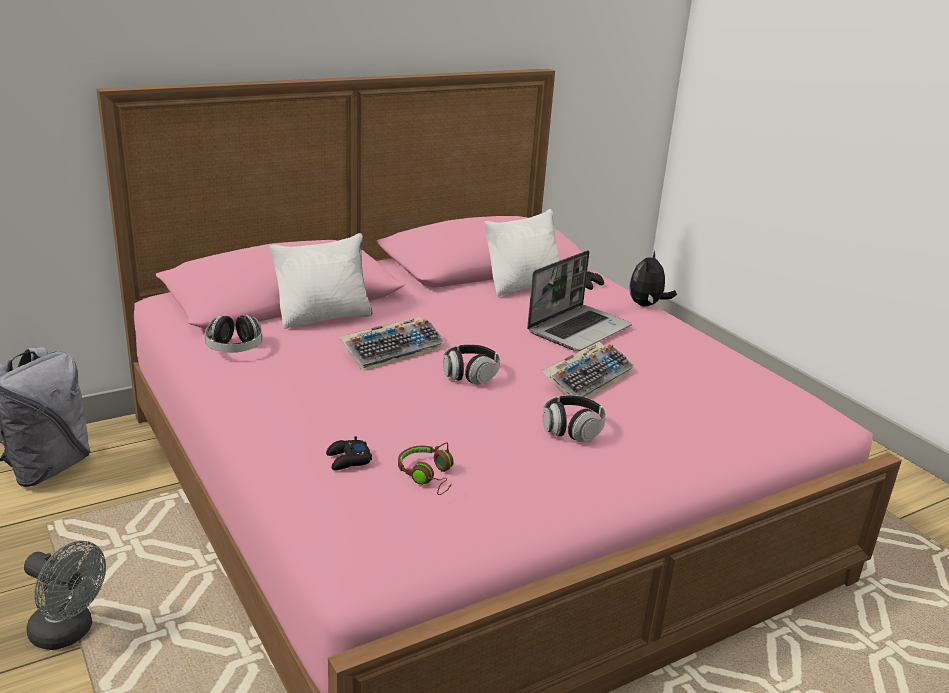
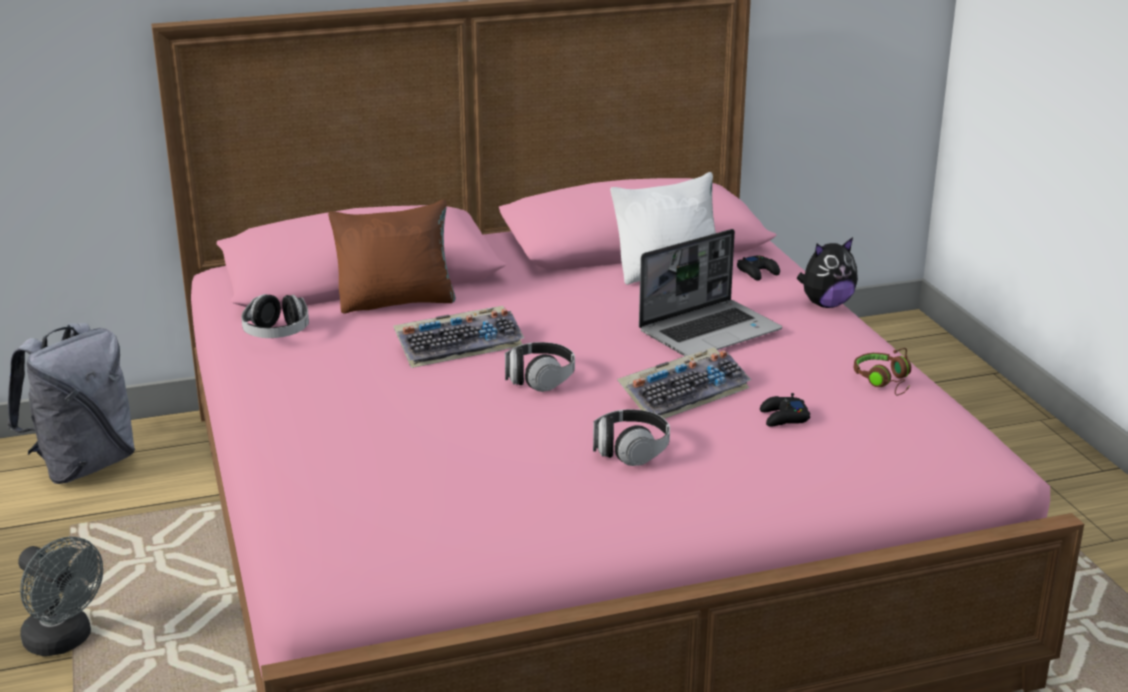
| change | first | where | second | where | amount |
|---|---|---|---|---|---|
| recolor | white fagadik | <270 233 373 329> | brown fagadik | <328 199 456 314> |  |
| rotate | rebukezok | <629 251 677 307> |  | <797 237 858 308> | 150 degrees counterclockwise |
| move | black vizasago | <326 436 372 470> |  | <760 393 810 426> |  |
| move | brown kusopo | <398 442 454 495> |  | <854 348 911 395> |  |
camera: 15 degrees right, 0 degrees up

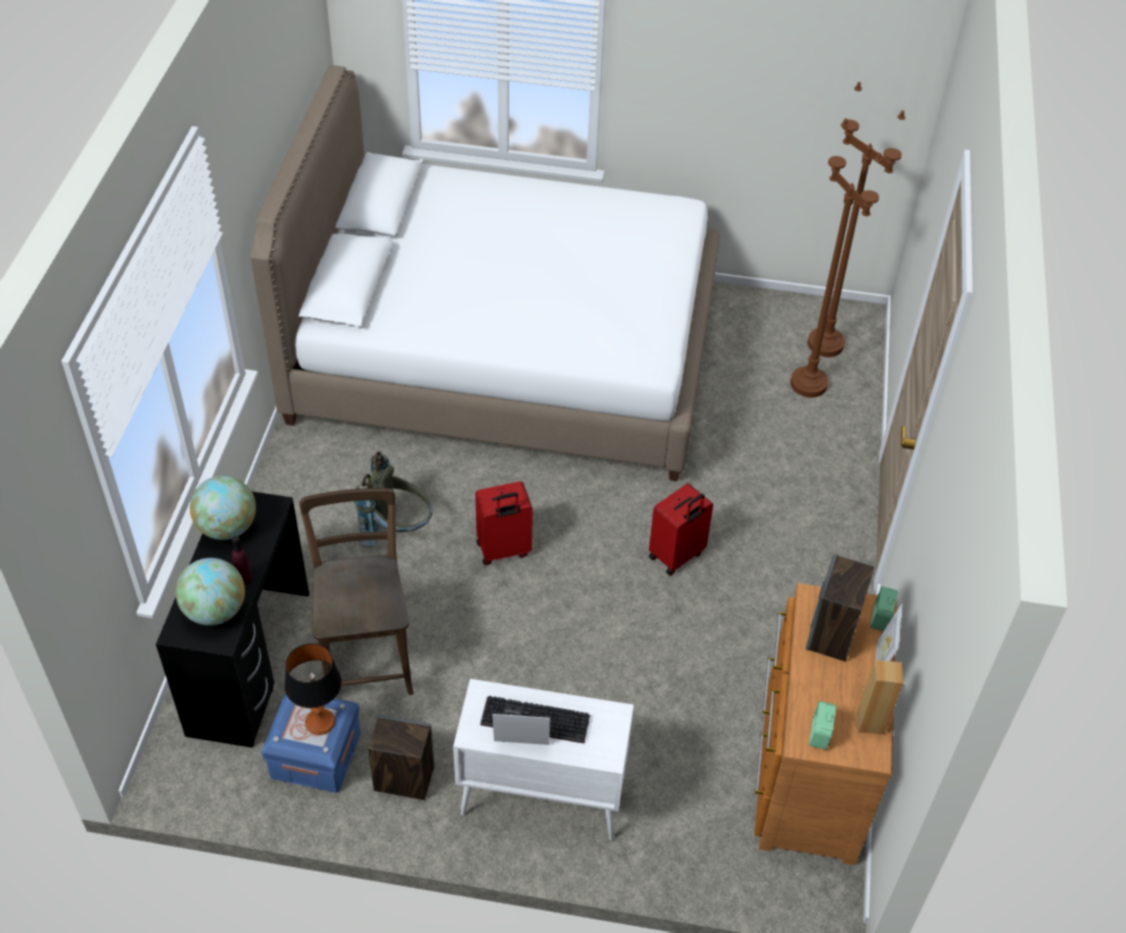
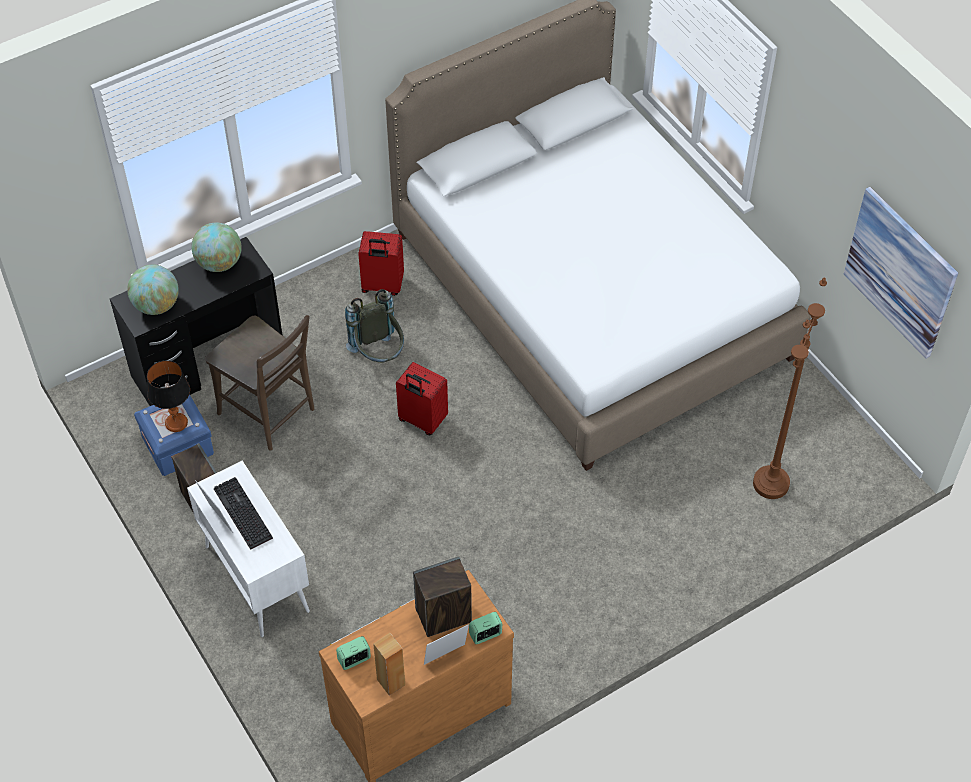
| change | first | where | second | where | amount |
|---|---|---|---|---|---|
| delete | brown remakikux | <808 82 905 357> |  |  |  |
| move | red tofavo | <649 483 713 576> |  | <358 231 404 296> |  |
| rotate | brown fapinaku | <299 488 414 695> |  | <205 315 314 450> | 90 degrees clockwise |
| delete | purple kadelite | <232 536 252 585> |  |  |  |
| insert |  |  | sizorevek | <844 187 958 359> |  |
camera: 50 degrees right, 5 degrees up

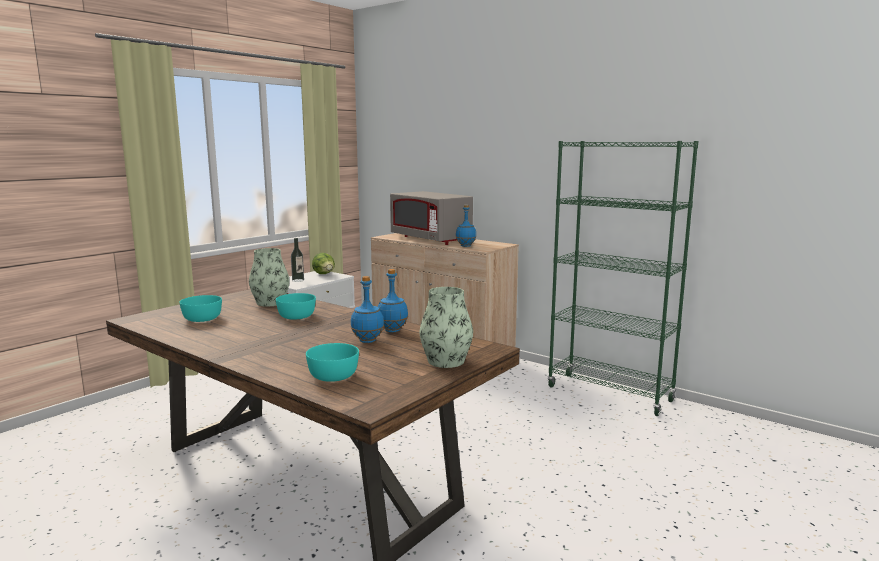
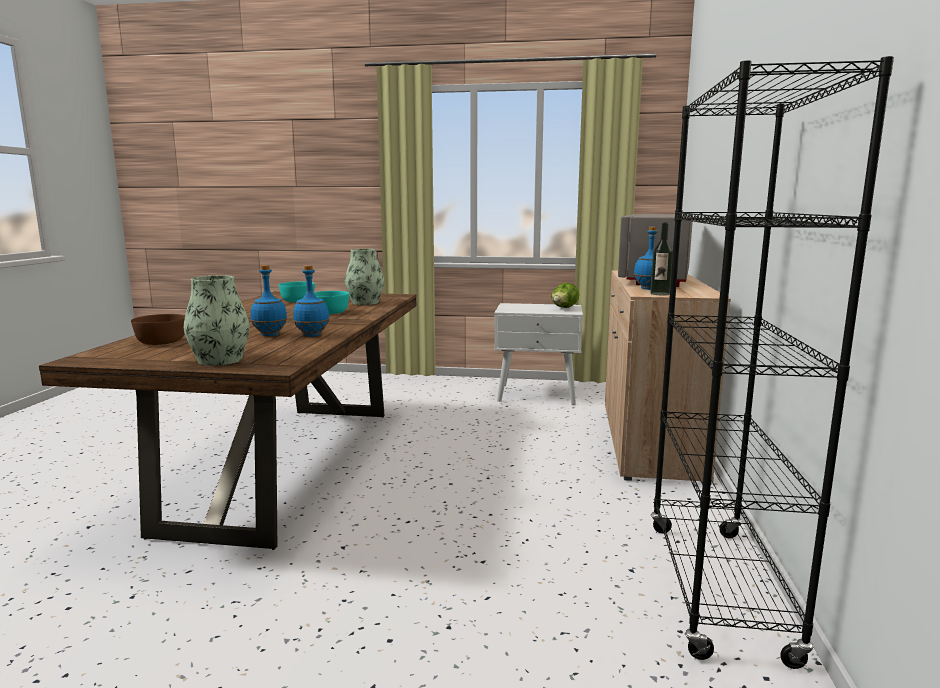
| change | first | where | second | where | amount |
|---|---|---|---|---|---|
| recolor | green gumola | <548 141 698 416> | black gumola | <651 56 894 669> |  |
| move | kadelite | <291 238 304 282> |  | <650 222 673 295> |  |
| recolor | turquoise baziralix | <306 343 359 382> | brown baziralix | <131 314 185 345> |  |
camera: 60 degrees right, 0 degrees up

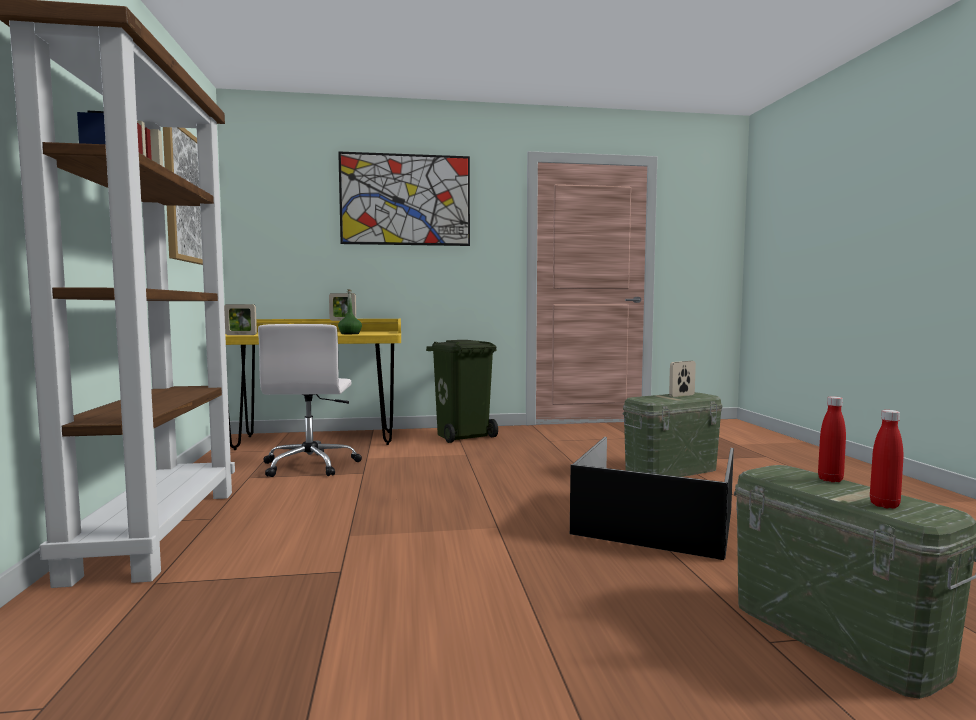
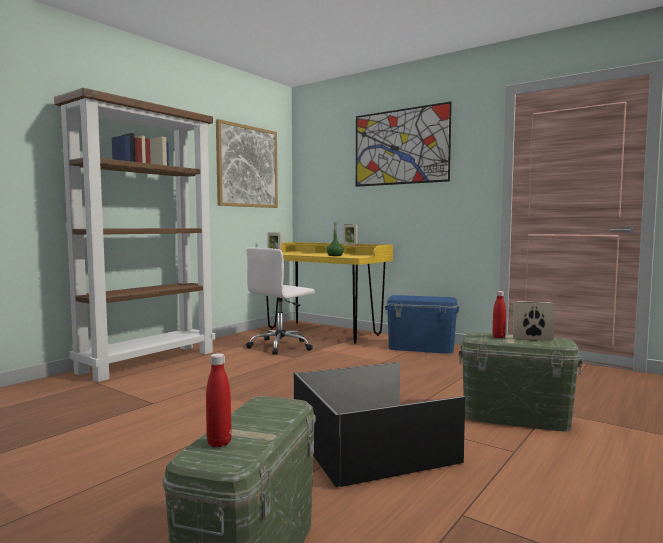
| change | first | where | second | where | amount |
|---|---|---|---|---|---|
| replace | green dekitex | <426 340 498 443> | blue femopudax | <385 295 459 354> |  |
| move | red kadelite | <818 396 846 482> |  | <492 291 506 338> |  |
camera: 45 degrees right, 0 degrees up

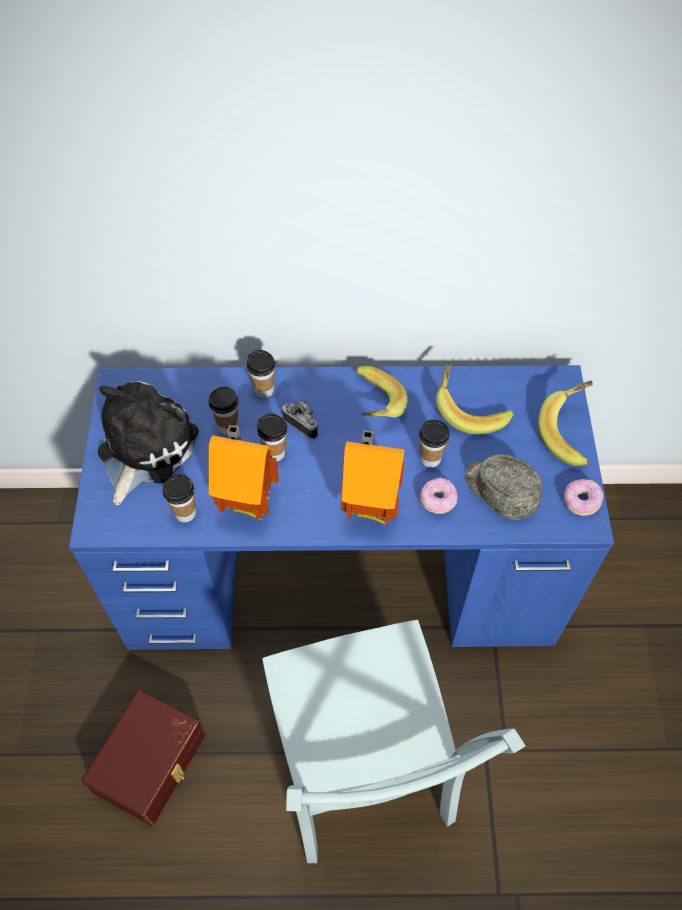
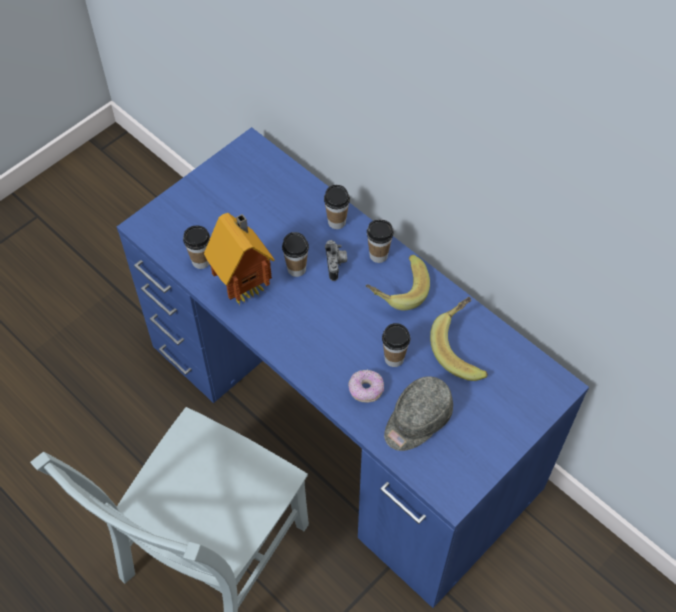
| change | first | where | second | where | amount |
|---|---|---|---|---|---|
| delete | rebukezok | <98 381 199 505> |  |  |  |
| delete | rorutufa | <538 381 593 466> |  |  |  |
| move | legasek | <209 386 238 434> |  | <367 219 393 263> |  |
| delete | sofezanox | <341 431 405 524> |  |  |  |
| rotate | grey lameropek | <465 454 542 520> |  | <384 376 453 451> | 135 degrees counterclockwise |
| delete | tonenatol | <564 479 603 516> |  |  |  |
| delete | brown femopudax | <81 690 205 826> |  |  |  |
camera: 45 degrees right, 0 degrees up

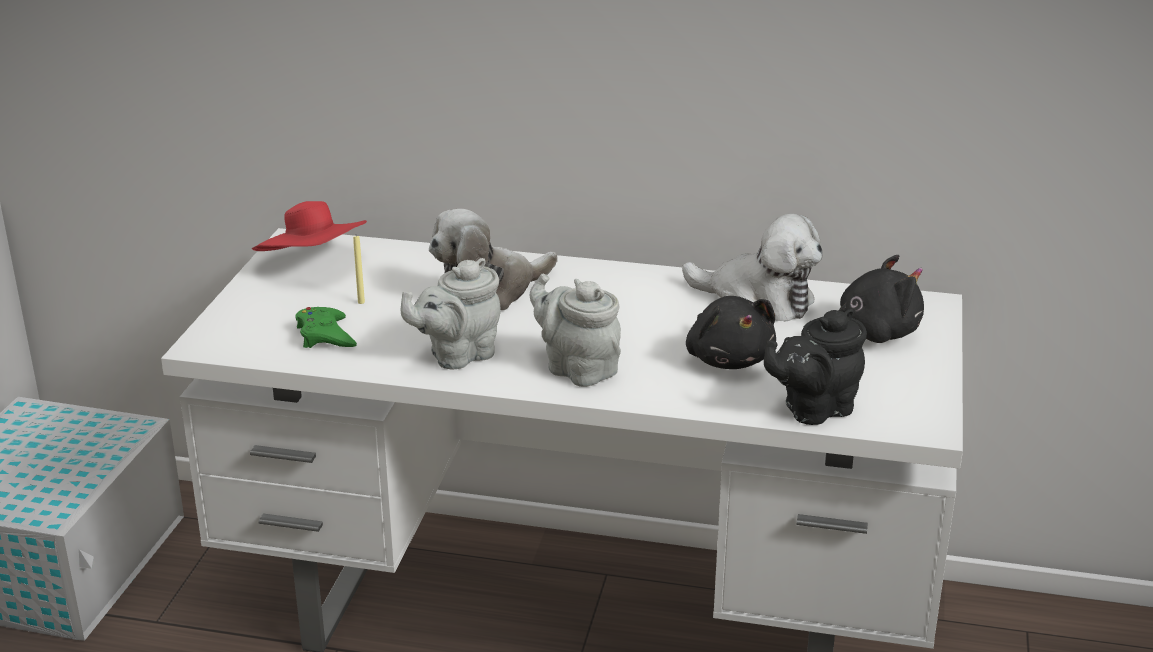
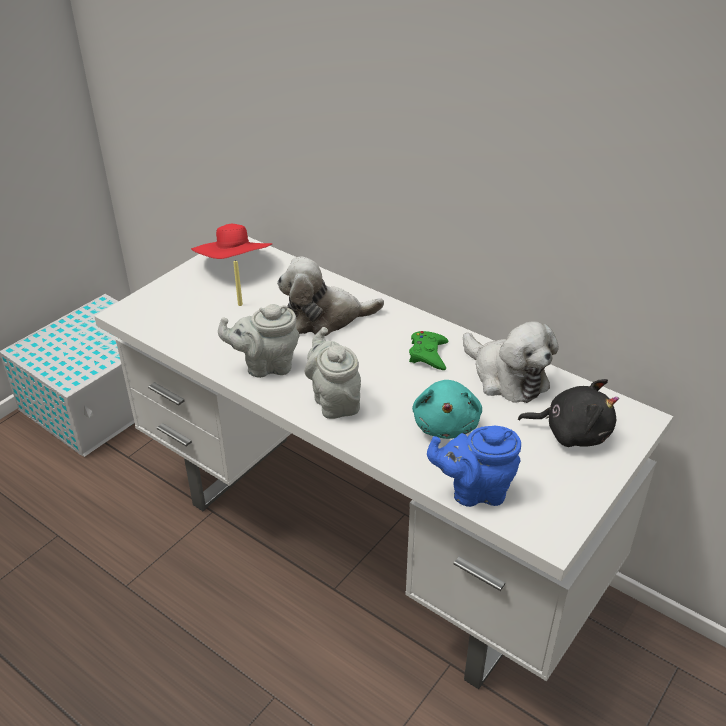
| change | first | where | second | where | amount |
|---|---|---|---|---|---|
| recolor | black rebukezok | <686 296 776 369> | turquoise rebukezok | <412 380 482 439> |  |
| move | green vizasago | <295 307 357 348> |  | <409 331 449 370> |  |
| recolor | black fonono | <764 309 867 425> | blue fonono | <427 425 521 507> |  |
camera: 25 degrees right, 10 degrees up

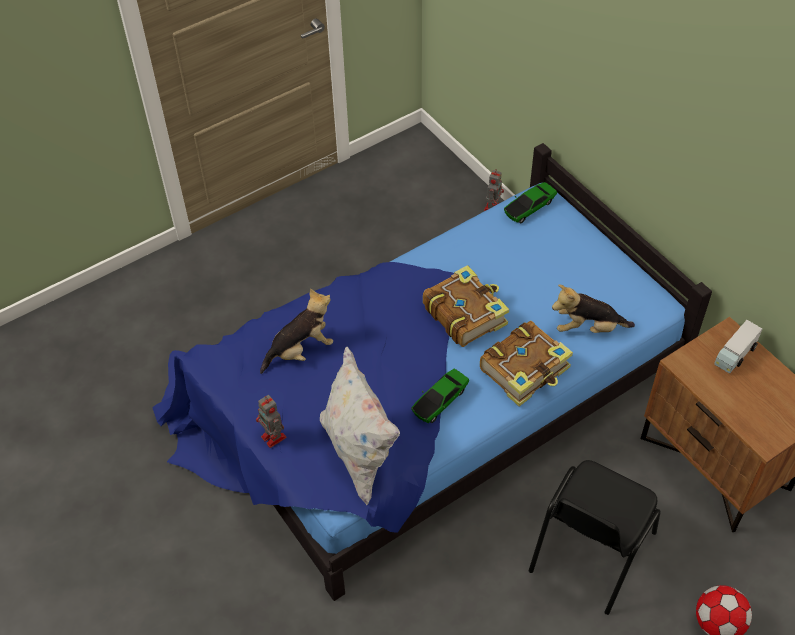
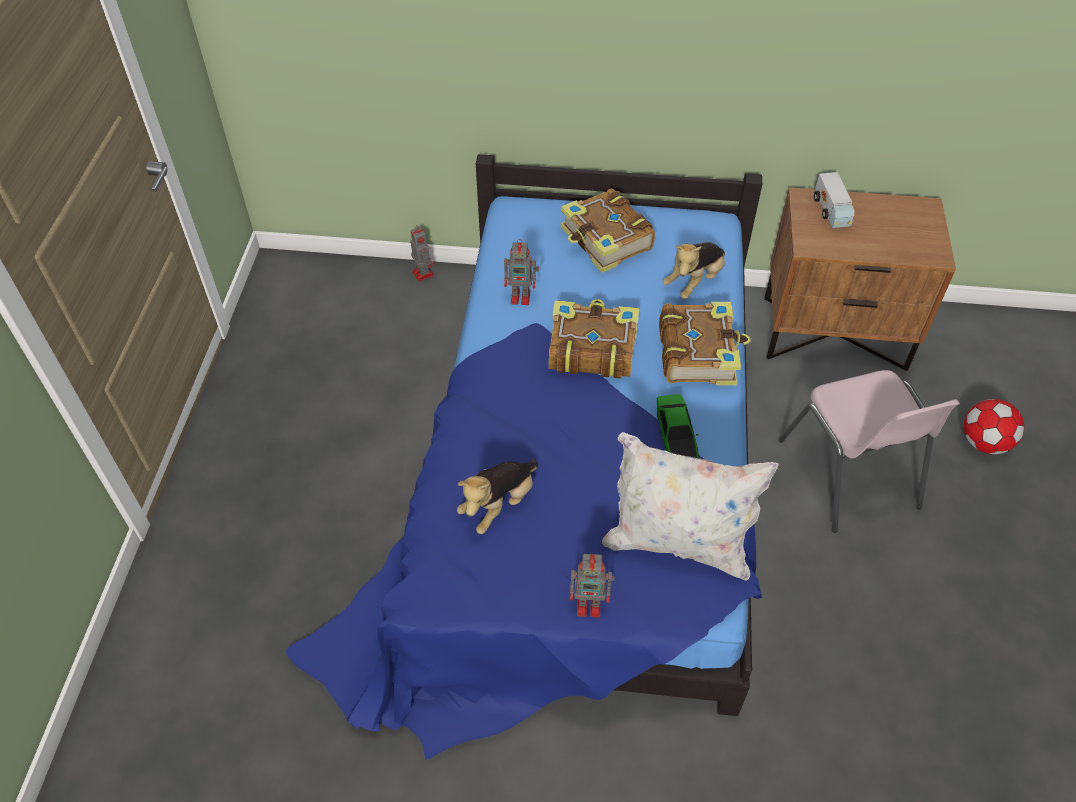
| change | first | where | second | where | amount |
|---|---|---|---|---|---|
| delete | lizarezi | <504 182 557 223> |  |  |  |
| rotate | rebukezok | <260 288 333 374> |  | <457 459 538 534> | 150 degrees counterclockwise |
| recolor | black fapinaku | <529 460 661 615> | pink fapinaku | <779 370 960 533> |  |
| insert |  |  | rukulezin | <560 188 655 273> |  |
| insert |  |  | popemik | <504 239 539 305> |  |
camera: 50 degrees left, 0 degrees up

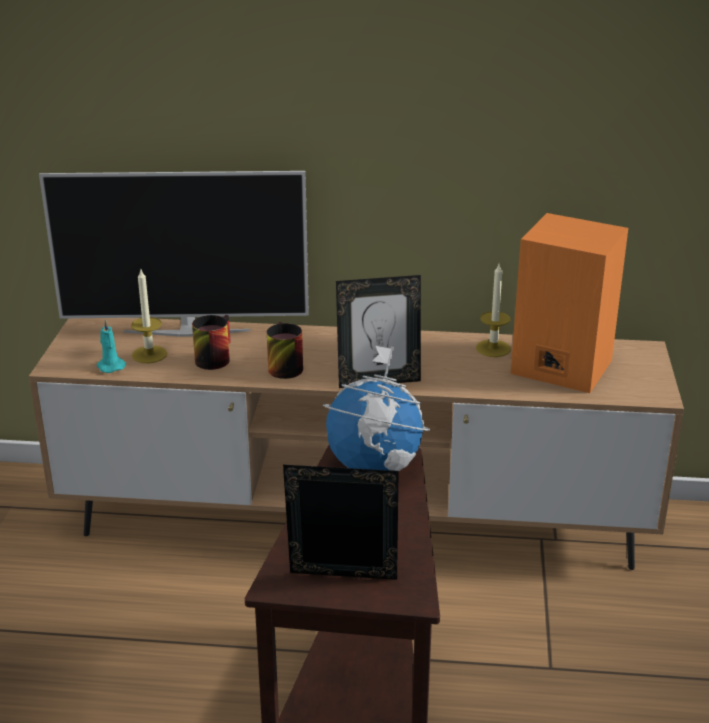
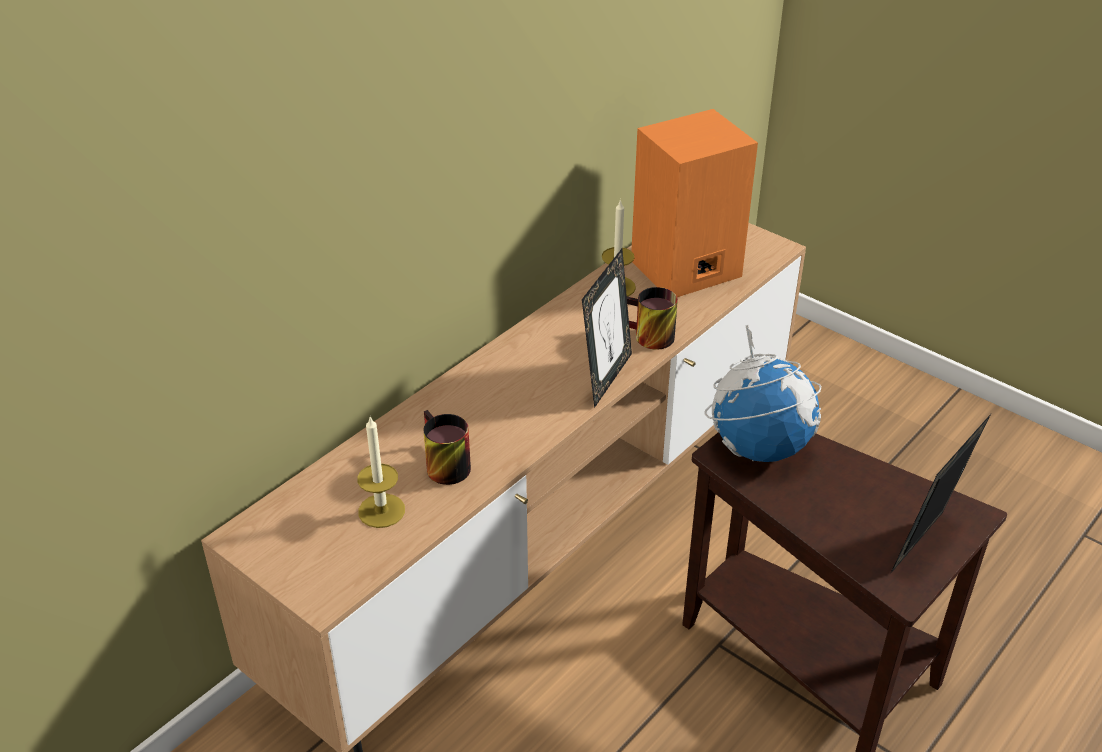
| change | first | where | second | where | amount |
|---|---|---|---|---|---|
| delete | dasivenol | <39 171 309 337> |  |  |  |
| delete | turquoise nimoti | <97 319 126 373> |  |  |  |
| move | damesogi | <267 322 303 379> |  | <627 287 678 350> |  |
camera: 55 degrees left, 10 degrees up

